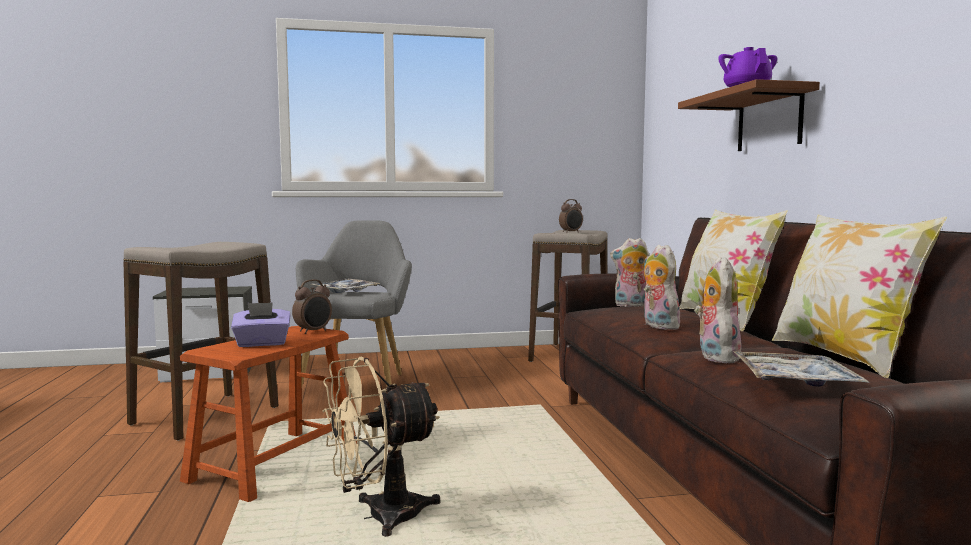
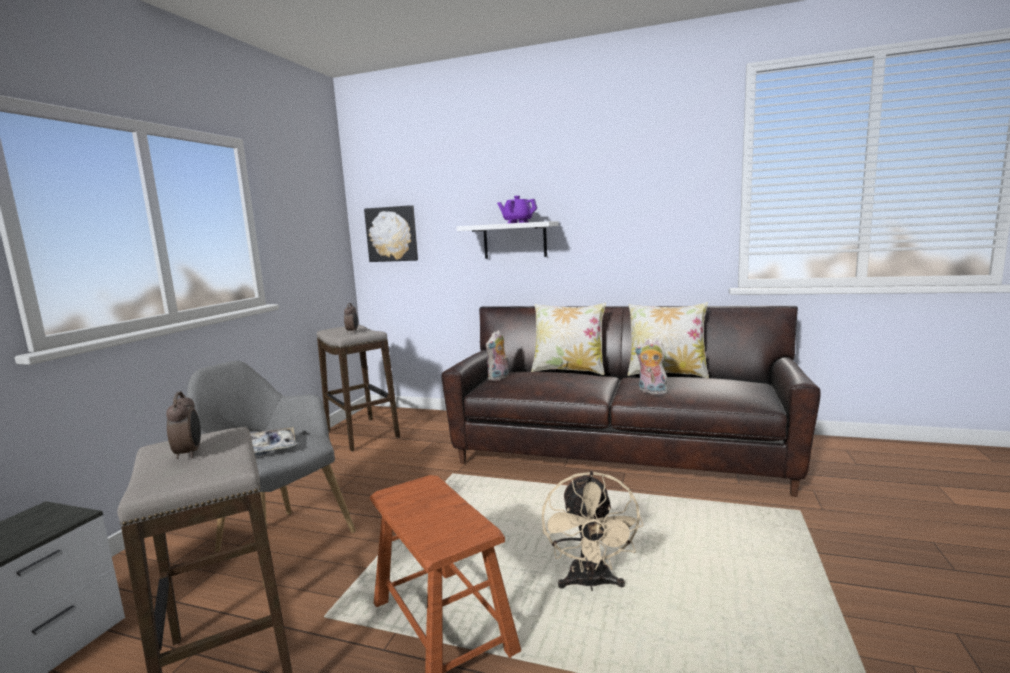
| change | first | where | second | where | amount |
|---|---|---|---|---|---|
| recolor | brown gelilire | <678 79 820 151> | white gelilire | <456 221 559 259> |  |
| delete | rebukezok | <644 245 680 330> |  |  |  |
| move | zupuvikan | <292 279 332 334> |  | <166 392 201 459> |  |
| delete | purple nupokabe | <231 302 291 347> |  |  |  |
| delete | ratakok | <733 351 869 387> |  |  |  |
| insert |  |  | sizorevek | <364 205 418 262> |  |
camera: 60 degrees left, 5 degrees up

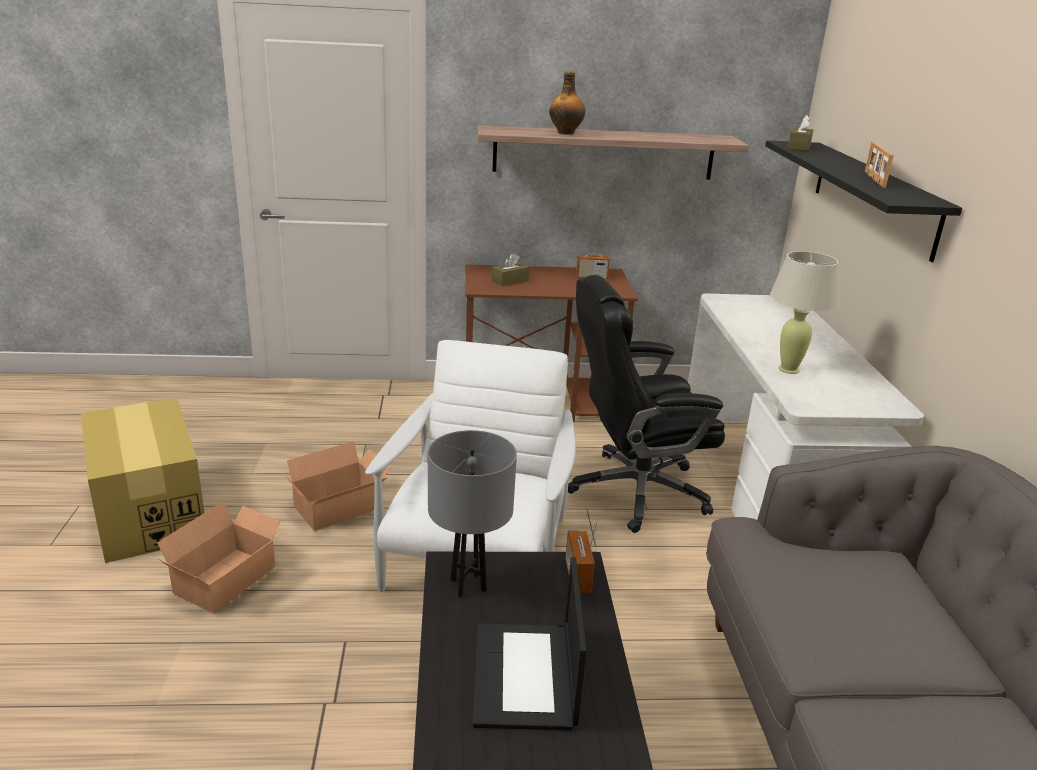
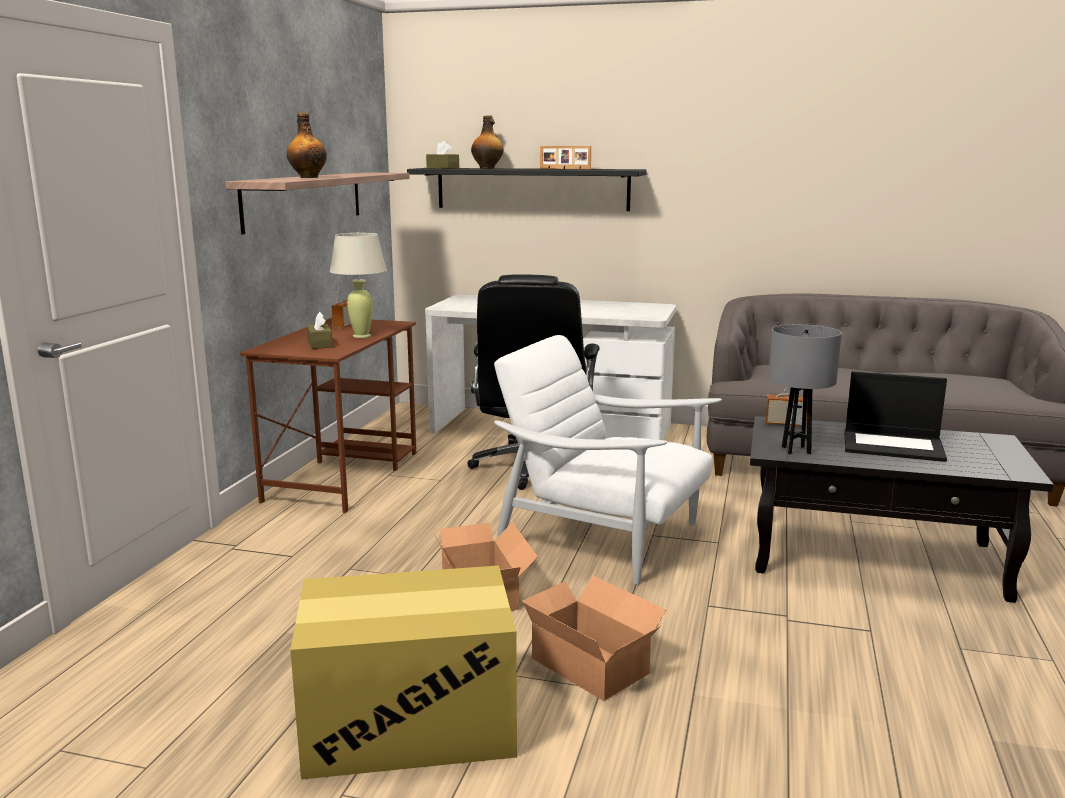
| change | first | where | second | where | amount |
|---|---|---|---|---|---|
| move | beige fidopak | <770 251 839 374> |  | <330 233 387 338> |  |
| insert |  |  | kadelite | <471 115 504 169> |  |
camera: 70 degrees left, 10 degrees down

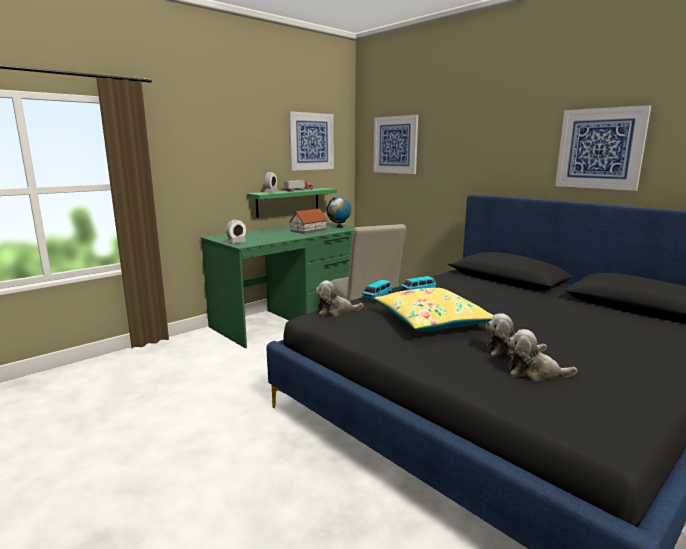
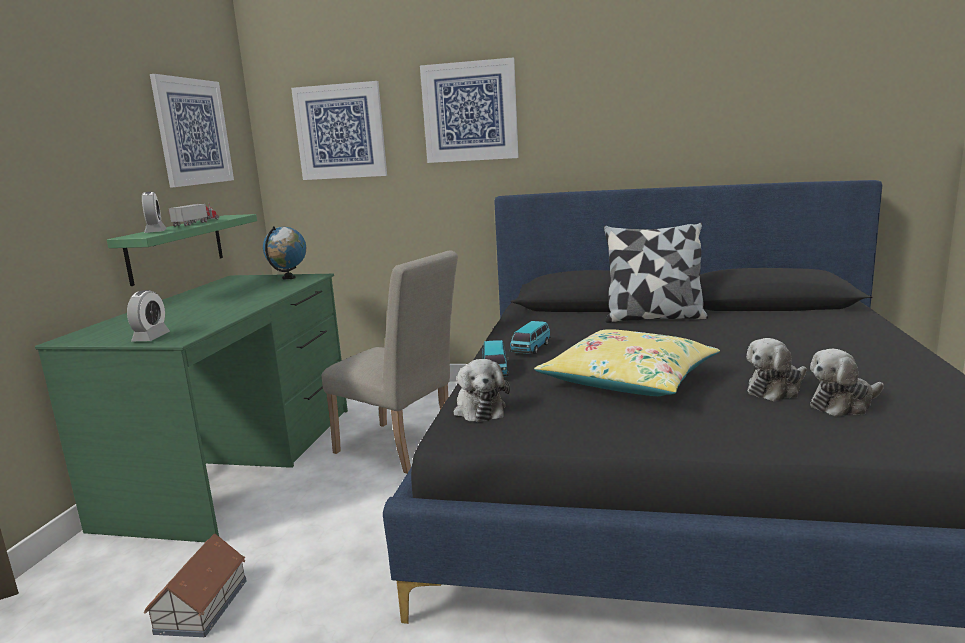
| change | first | where | second | where | amount |
|---|---|---|---|---|---|
| move | sizorevek | <555 105 651 191> |  | <420 57 519 163> |  |
| move | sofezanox | <289 208 328 234> |  | <144 534 246 637> |  |
| rotate | rebukezok | <314 281 363 316> |  | <453 359 510 422> | 60 degrees counterclockwise |
| insert |  |  | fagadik | <604 222 708 323> |  |
camera: 35 degrees left, 0 degrees up

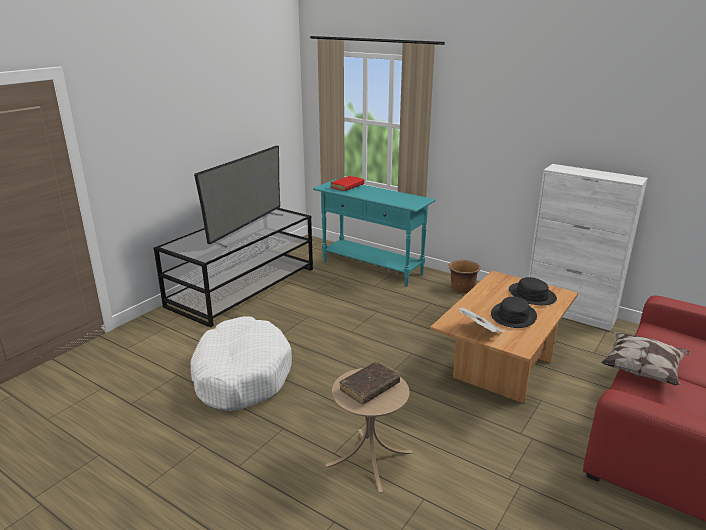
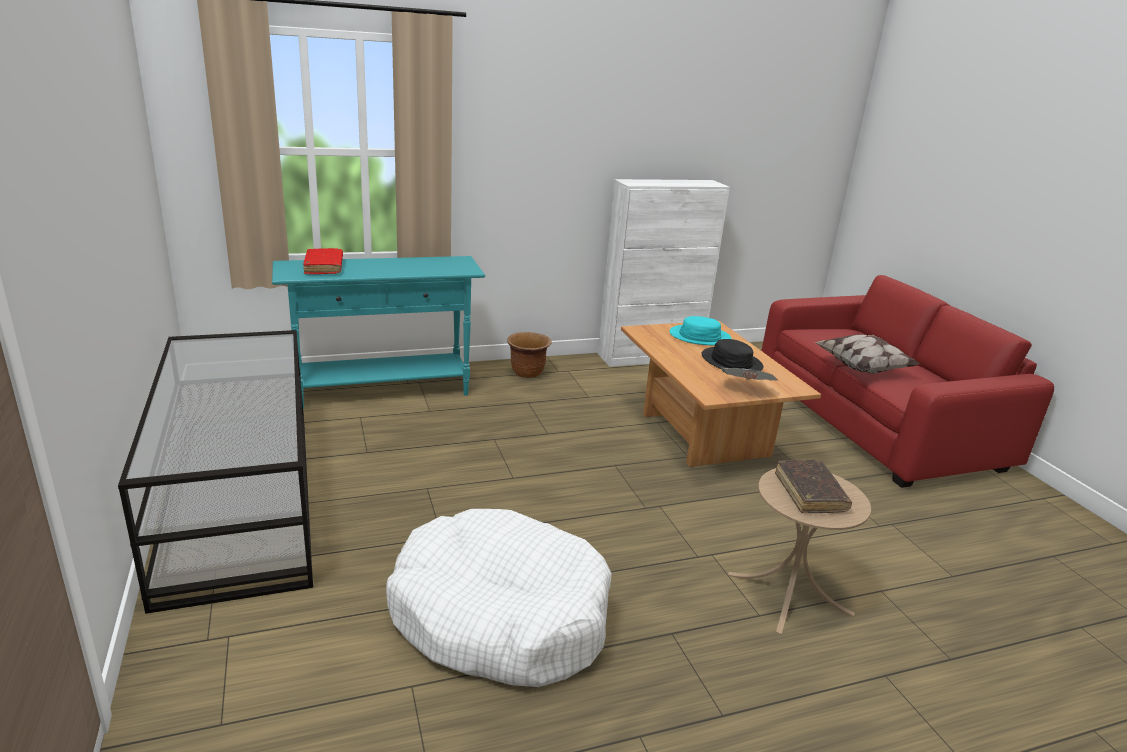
| change | first | where | second | where | amount |
|---|---|---|---|---|---|
| delete | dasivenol | <194 146 283 247> |  |  |  |
| recolor | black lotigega | <509 277 557 305> | turquoise lotigega | <669 316 732 345> |  |
camera: 55 degrees left, 0 degrees up

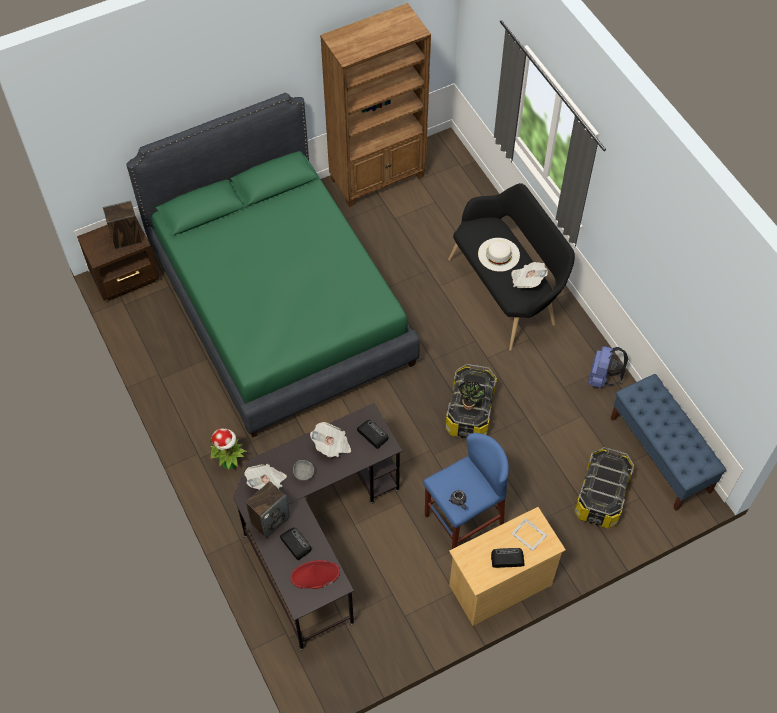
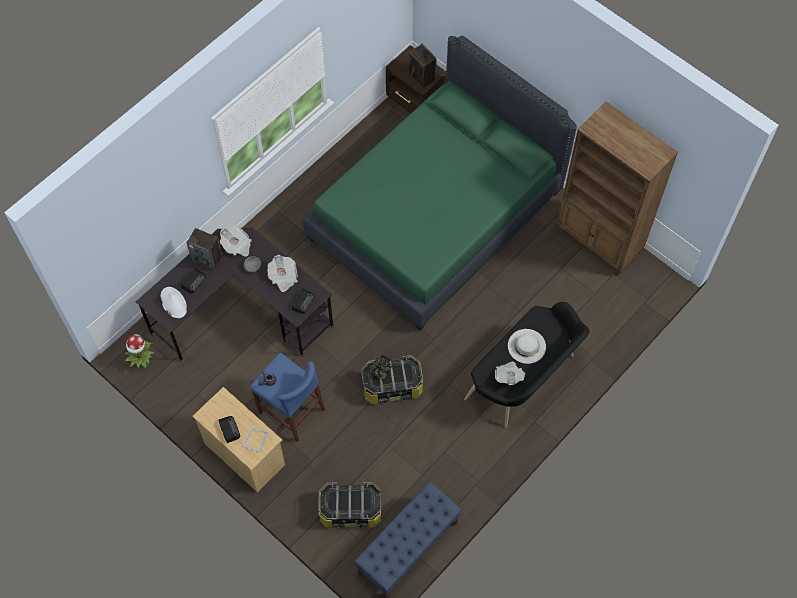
| change | first | where | second | where | amount |
|---|---|---|---|---|---|
| delete | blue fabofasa | <588 346 628 388> |  |  |  |
| move | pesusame | <210 428 247 470> |  | <124 334 154 368> |  |
| recolor | red lotigega | <290 560 340 589> | white lotigega | <160 287 187 318> |  |
camera: 70 degrees right, 5 degrees up

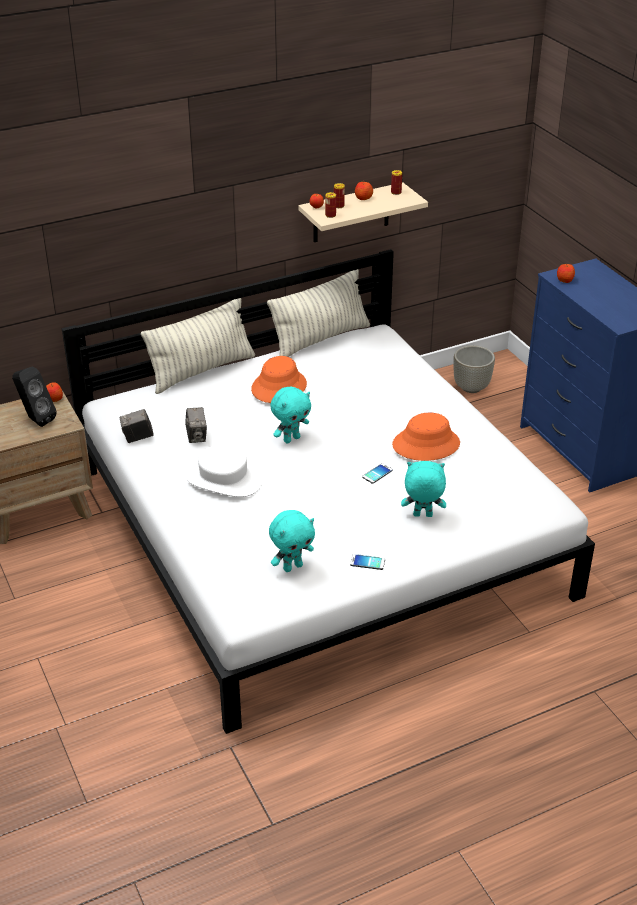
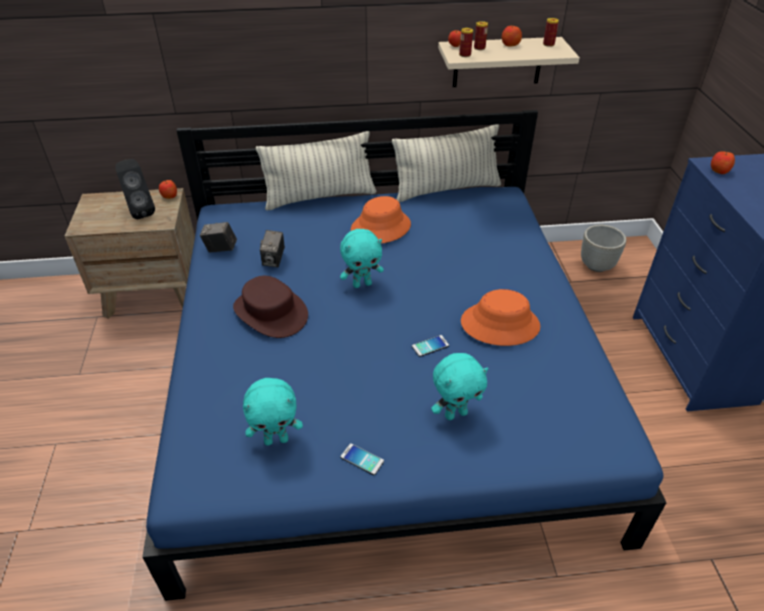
| change | first | where | second | where | amount |
|---|---|---|---|---|---|
| recolor | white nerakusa | <62 249 595 734> | blue nerakusa | <142 110 667 601> |  |
| recolor | white lotigega | <186 446 262 497> | brown lotigega | <233 276 308 338> |  |
| rotate | turquoise rebukezok | <401 461 446 517> |  | <431 353 488 420> | 135 degrees clockwise |
camera: 20 degrees right, 5 degrees up

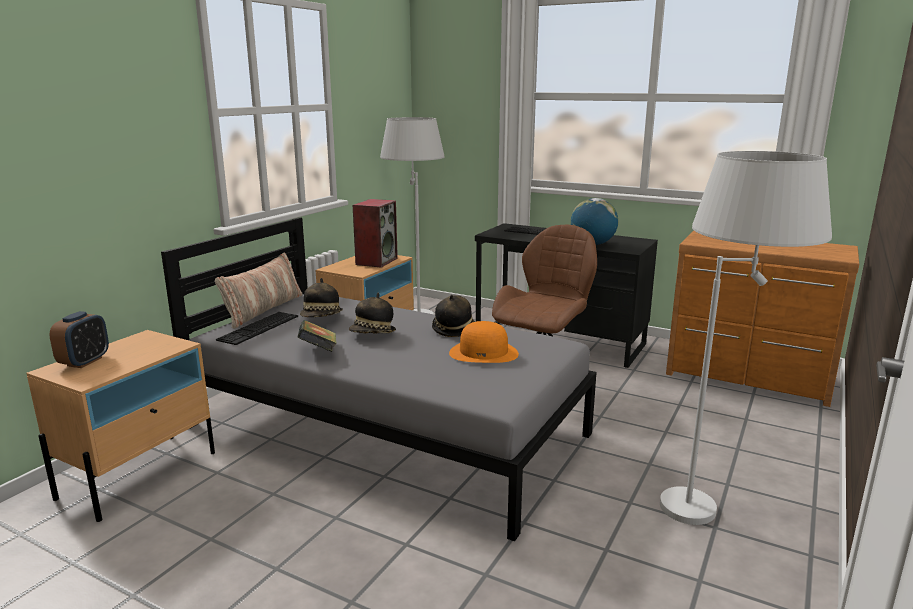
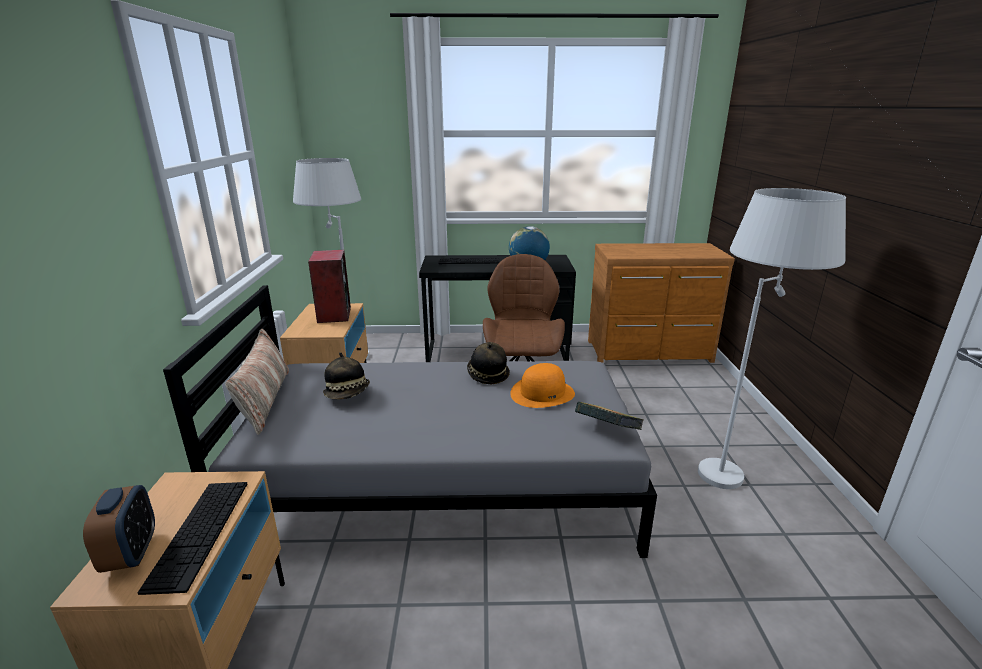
| change | first | where | second | where | amount |
|---|---|---|---|---|---|
| delete | lotigega | <349 293 396 334> |  |  |  |
| move | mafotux | <216 312 298 345> |  | <138 482 247 595> |  |
| move | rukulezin | <298 320 337 352> |  | <575 402 644 430> |  |
camera: 30 degrees left, 5 degrees up

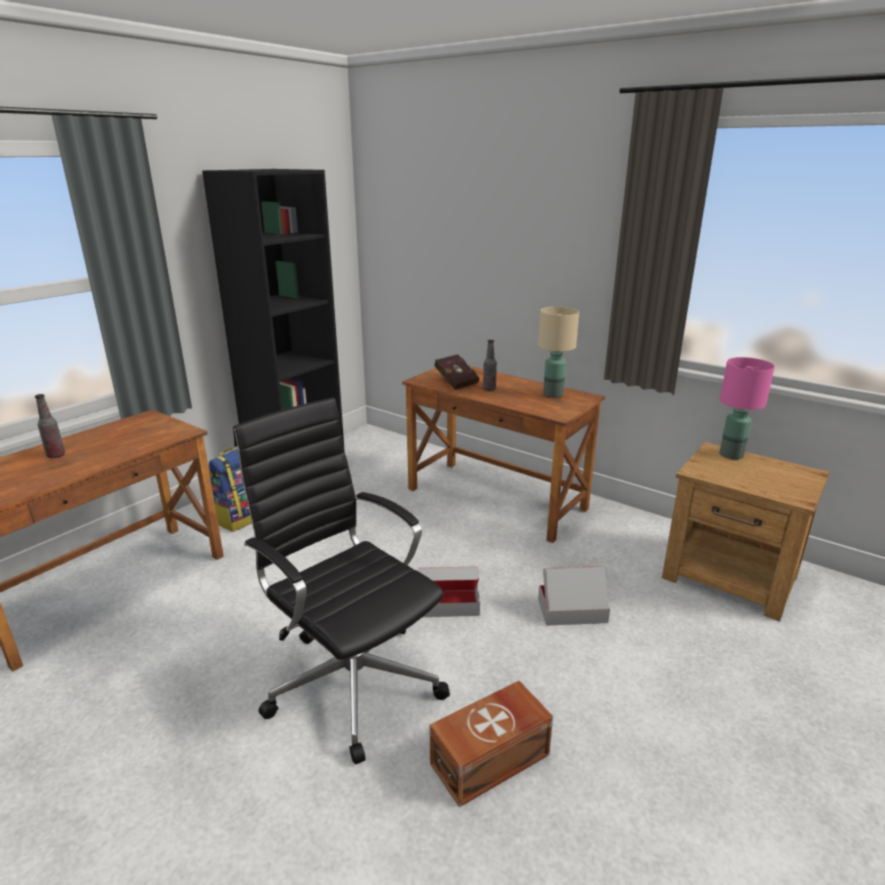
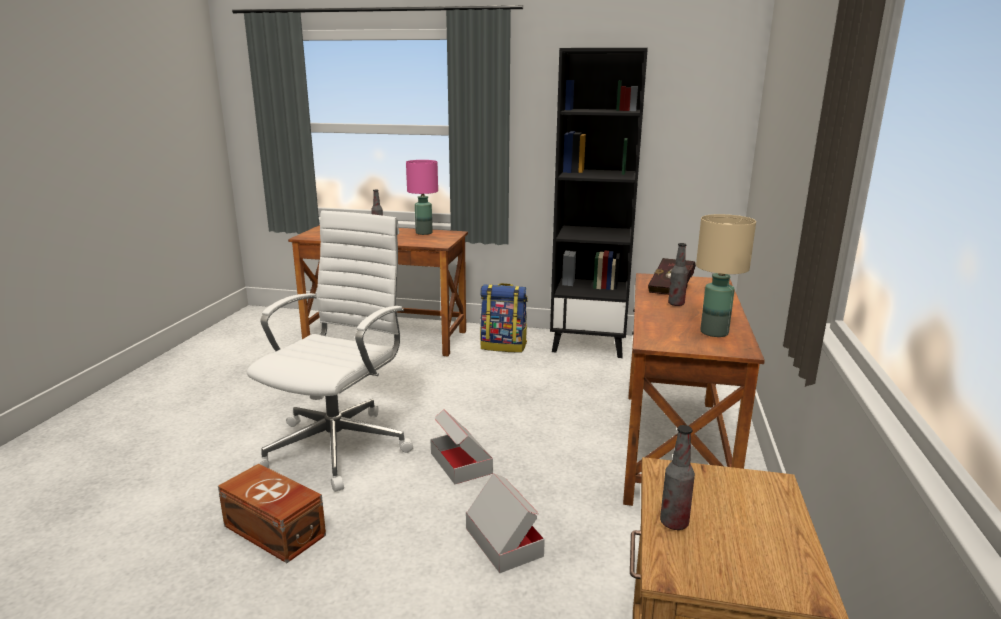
| change | first | where | second | where | amount |
|---|---|---|---|---|---|
| move | pink fidopak | <720 357 775 459> |  | <406 160 438 235> |  |
| recolor | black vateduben | <233 397 450 764> | white vateduben | <247 210 413 492> |  |
| insert |  |  | kadelite | <660 425 695 530> |  |
camera: 65 degrees right, 5 degrees down

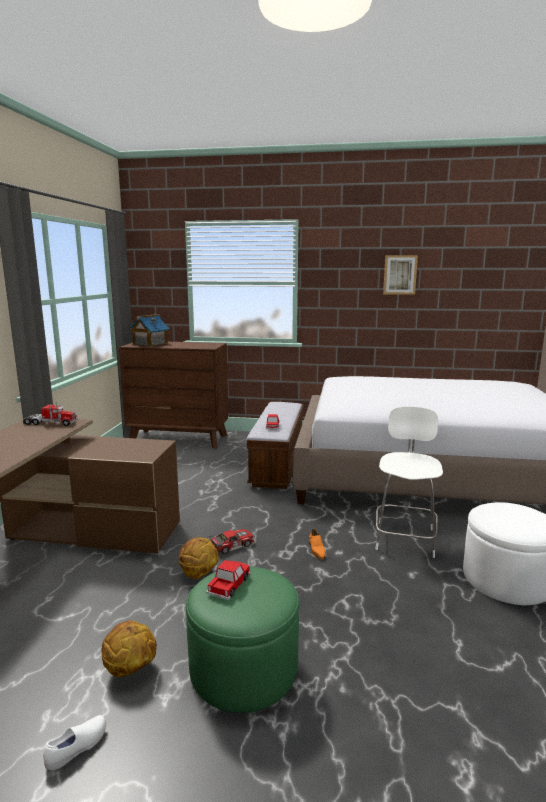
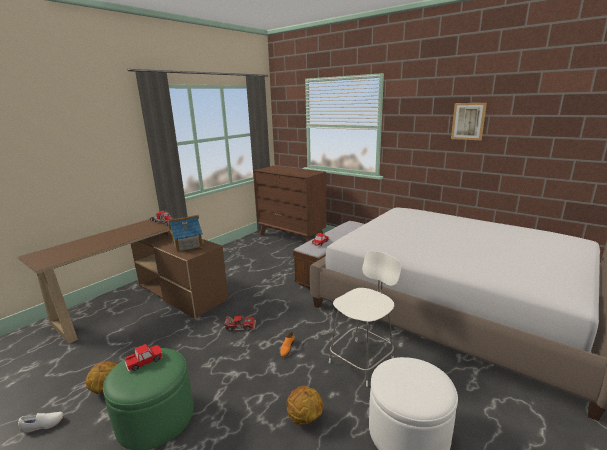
| change | first | where | second | where | amount |
|---|---|---|---|---|---|
| move | sofezanox | <129 314 170 347> |  | <168 215 204 253> |  |
| move | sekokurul | <179 537 219 579> |  | <287 386 323 425> |  |
camera: 30 degrees right, 5 degrees up

